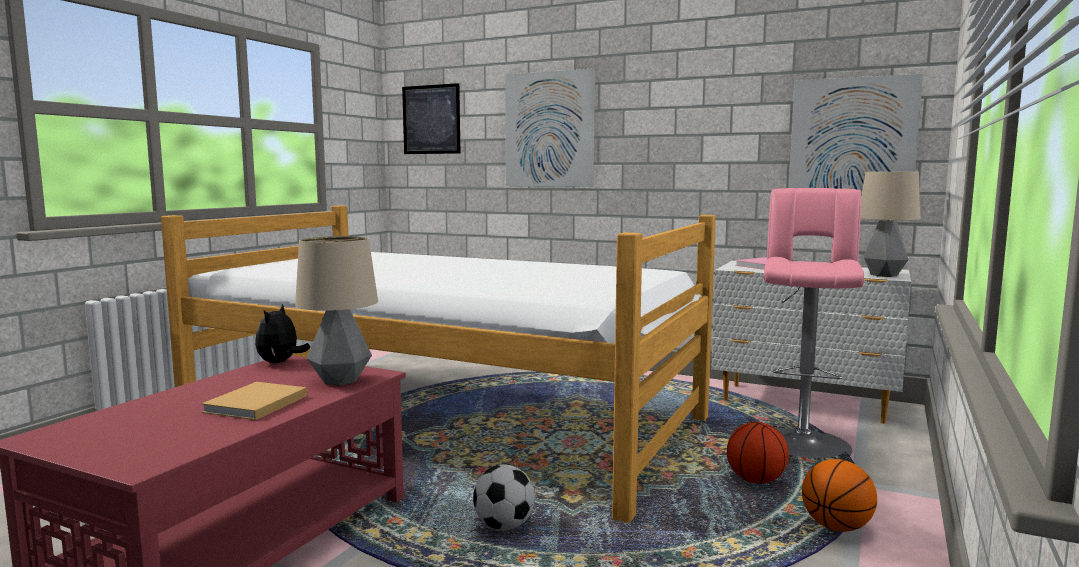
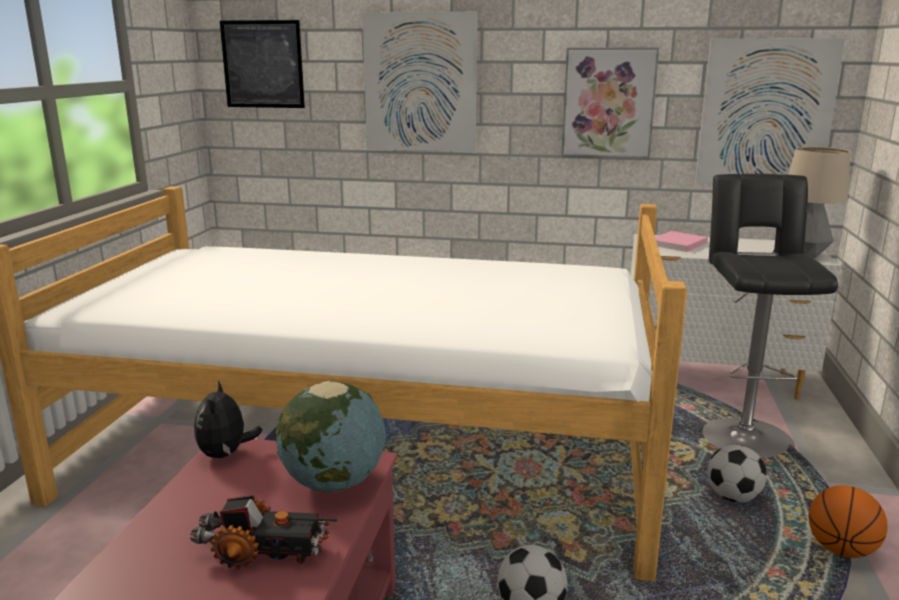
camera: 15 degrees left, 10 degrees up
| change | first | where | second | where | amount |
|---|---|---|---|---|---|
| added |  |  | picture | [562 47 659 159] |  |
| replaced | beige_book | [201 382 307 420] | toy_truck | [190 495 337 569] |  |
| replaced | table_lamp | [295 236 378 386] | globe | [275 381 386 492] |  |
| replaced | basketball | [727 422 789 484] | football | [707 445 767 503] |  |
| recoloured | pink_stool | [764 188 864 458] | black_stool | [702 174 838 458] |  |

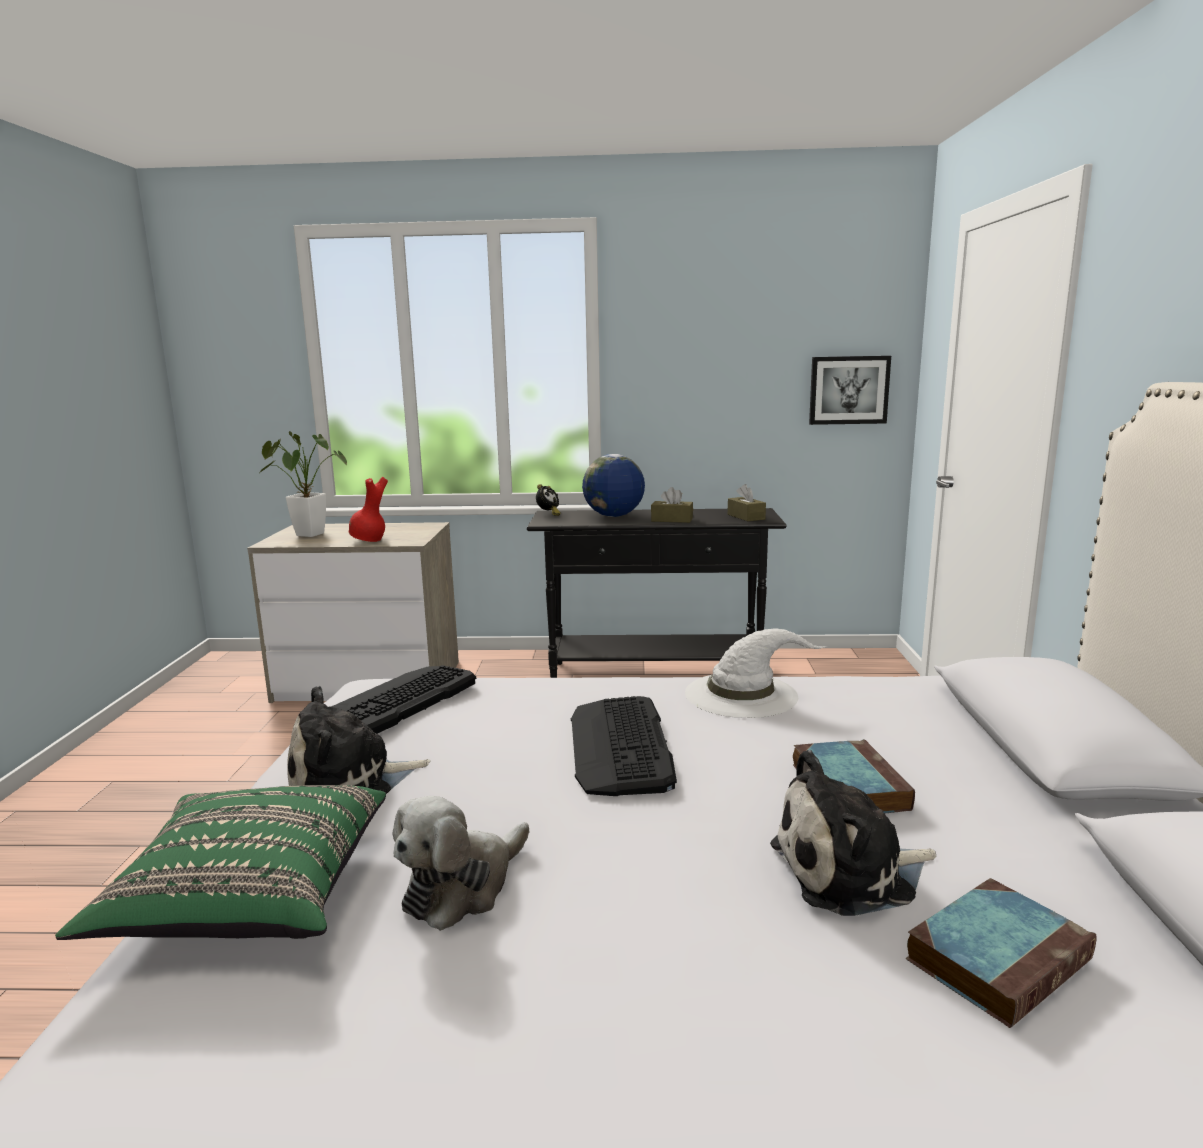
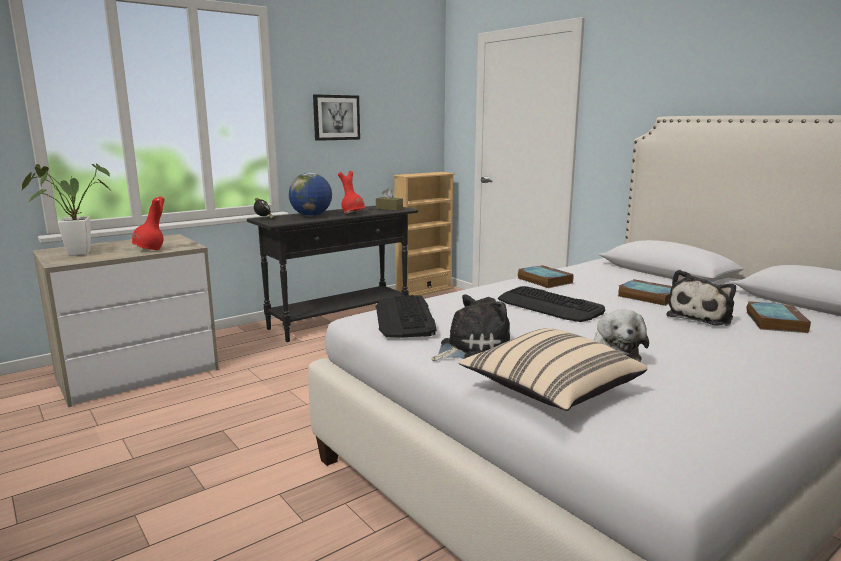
camera: 40 degrees left, 0 degrees up
| change | first | where | second | where | amount |
|---|---|---|---|---|---|
| added |  |  | beige_bookcase | [393 172 455 296] |  |
| moved | picture | [809 356 891 425] |  | [313 94 360 141] |  |
| replaced | brown_tissue_box | [651 487 693 523] | red_vase | [338 171 365 214] |  |
| replaced | white_hat | [685 628 827 718] | book | [518 265 574 288] |  |
| recoloured | green_pillow | [55 785 386 940] | beige_pillow | [459 328 647 411] |  |
| turned | plush_toy | [287 686 431 794] |  | [432 294 510 361] | 150 degrees counterclockwise |

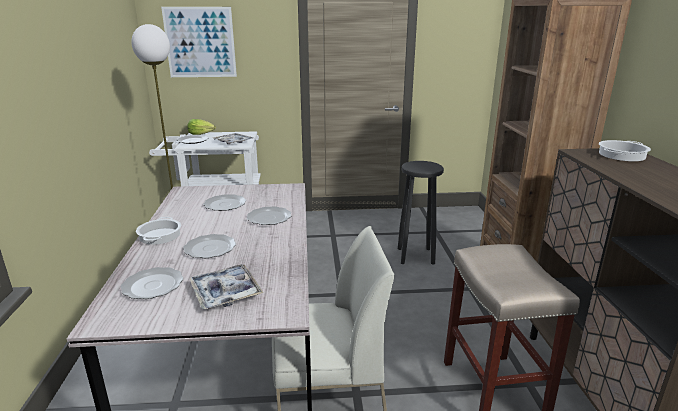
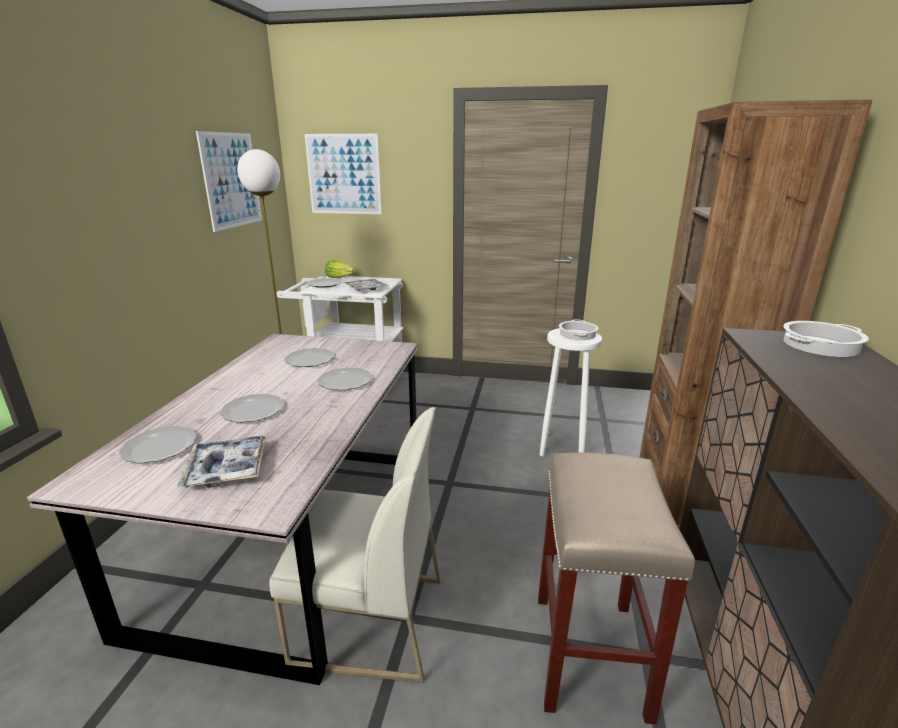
camera: 15 degrees right, 0 degrees up
| change | first | where | second | where | amount |
|---|---|---|---|---|---|
| added |  |  | picture | [196 131 262 232] |  |
| moved | cooking_pot | [136 217 181 245] |  | [559 319 598 340] |  |
| recoloured | black_stool | [398 161 444 264] | white_stool | [539 328 602 456] |  |

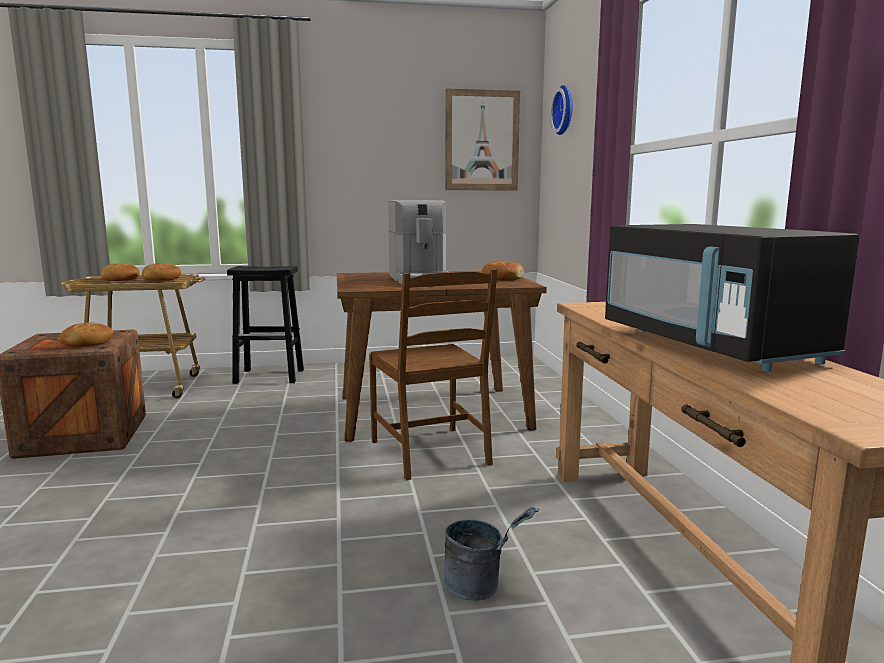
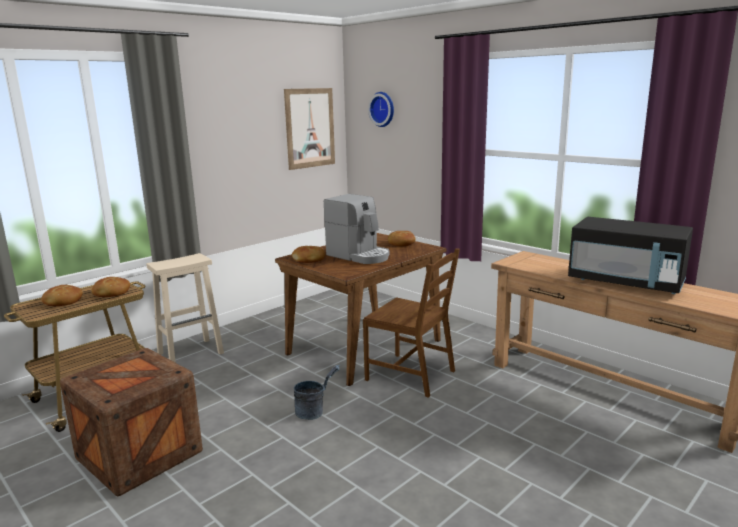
camera: 35 degrees left, 5 degrees up
| change | first | where | second | where | amount |
|---|---|---|---|---|---|
| moved | bread | [60 322 113 346] |  | [292 246 325 263] |  |
| moved | grey_bucket | [444 507 540 601] |  | [294 365 340 420] |  |
| recoloured | black_stool | [227 266 304 384] | beige_stool | [146 253 224 363] |  |

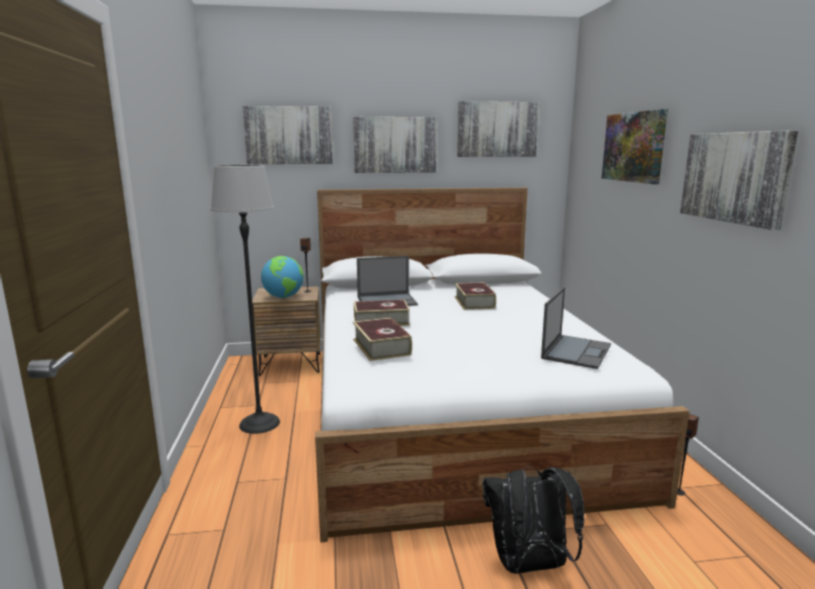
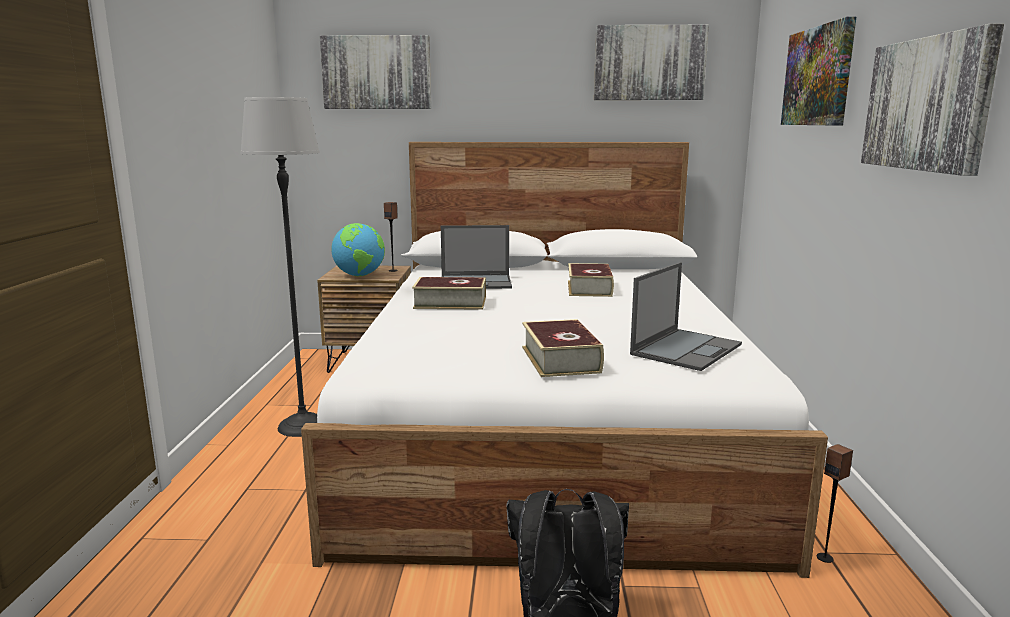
camera: 10 degrees right, 0 degrees up
| change | first | where | second | where | amount |
|---|---|---|---|---|---|
| removed | picture | [353 117 437 173] |  |  |  |
| moved | book | [353 318 412 361] |  | [522 319 604 377] |  |

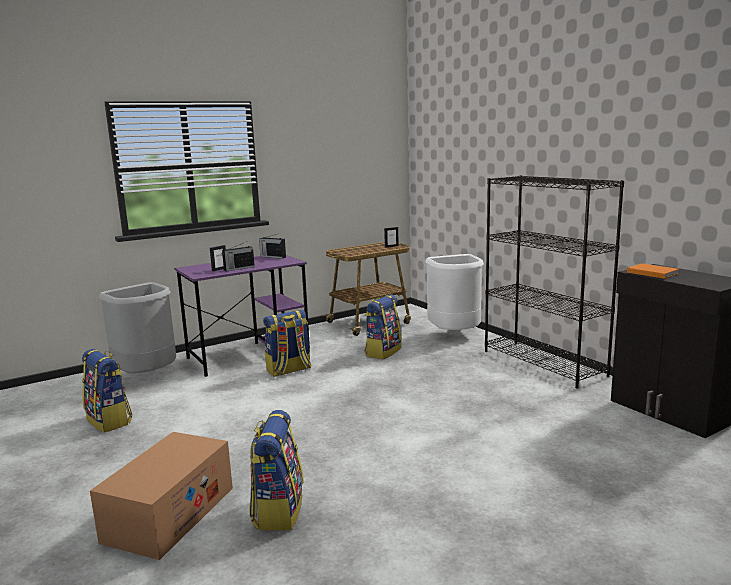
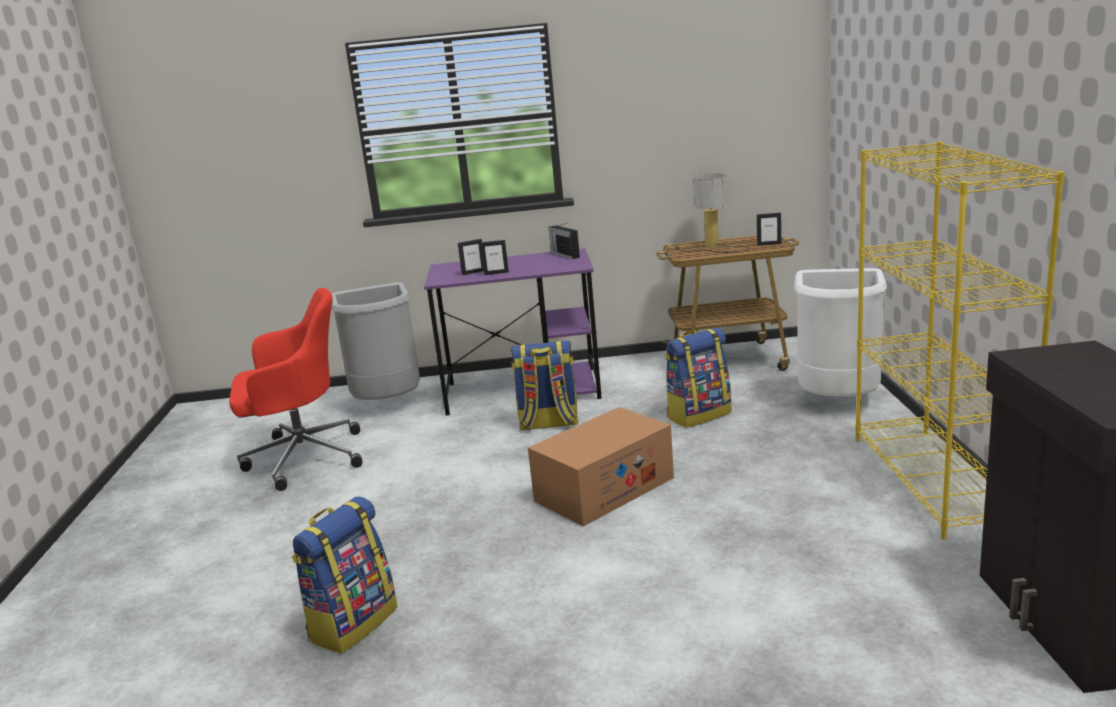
camera: 30 degrees right, 5 degrees up
| change | first | where | second | where | amount |
|---|---|---|---|---|---|
| removed | orange_book | [627 263 679 279] |  |  |  |
| added |  |  | table_lamp | [675 173 750 253] |  |
| moved | cardboard_box | [90 432 233 560] |  | [528 407 674 527] |  |
| replaced | backpack | [82 349 133 433] | red_office_chair | [229 288 362 491] |  |
| replaced | radio | [222 241 255 271] | picture_frame | [480 240 509 275] |  |
| recoloured | black_bookcase | [485 175 624 389] | yellow_bookcase | [855 142 1065 540] |  |

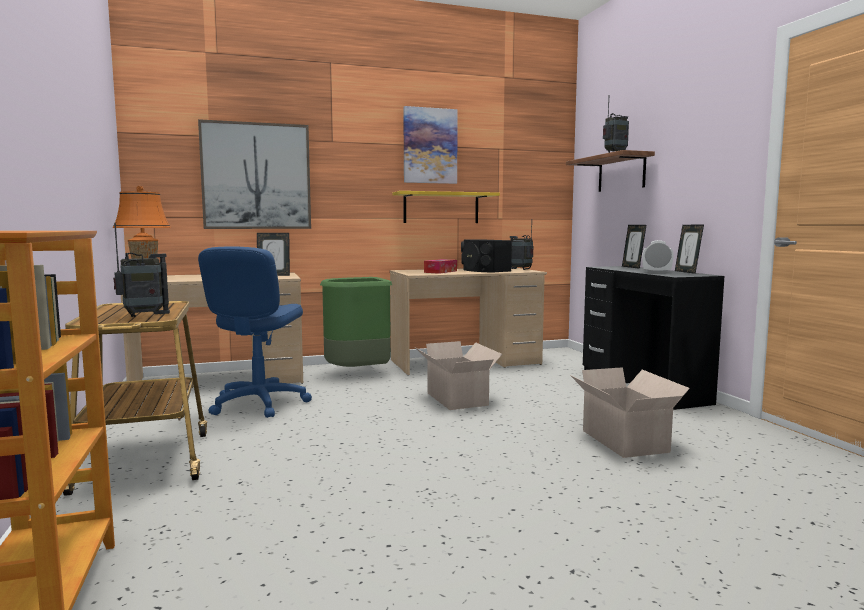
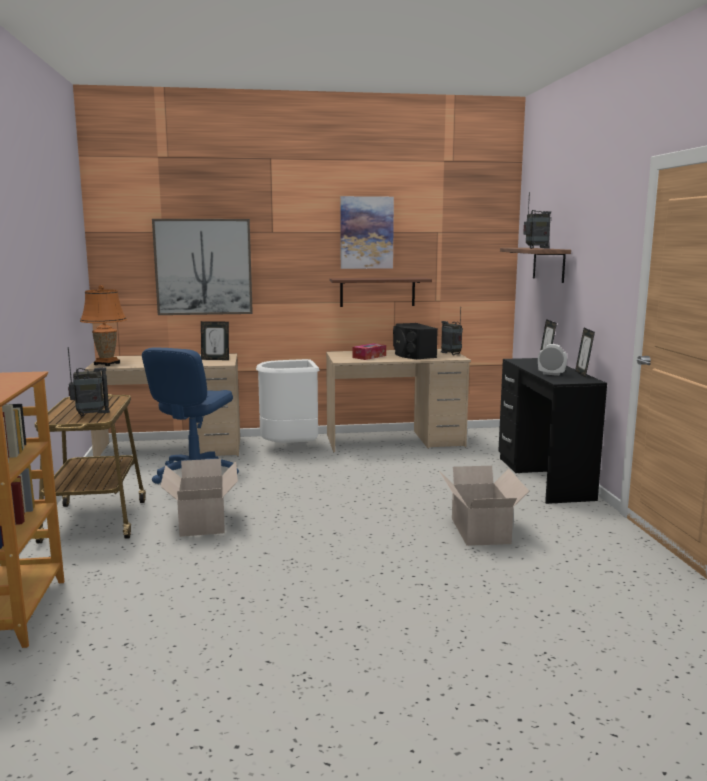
camera: 10 degrees right, 5 degrees up
| change | first | where | second | where | amount |
|---|---|---|---|---|---|
| moved | cardboard_box | [416 341 502 410] |  | [160 458 238 537] |  |
| recoloured | green_trash_can | [320 277 392 367] | white_trash_can | [256 359 320 443] |  |
| recoloured | yellow_shelf | [392 191 500 223] | brown_shelf | [329 277 432 307] |  |

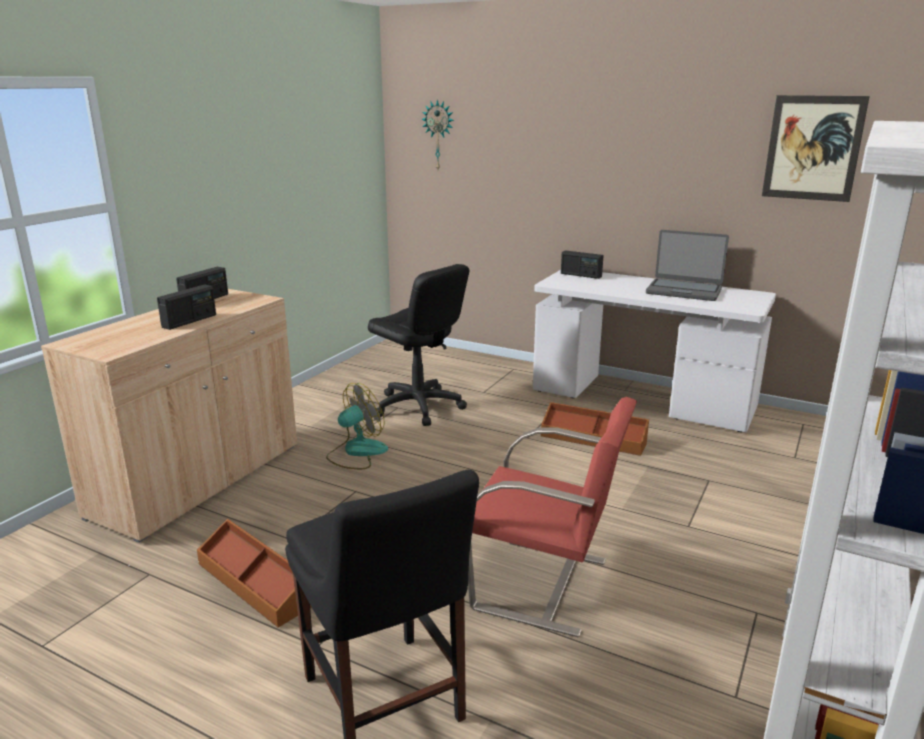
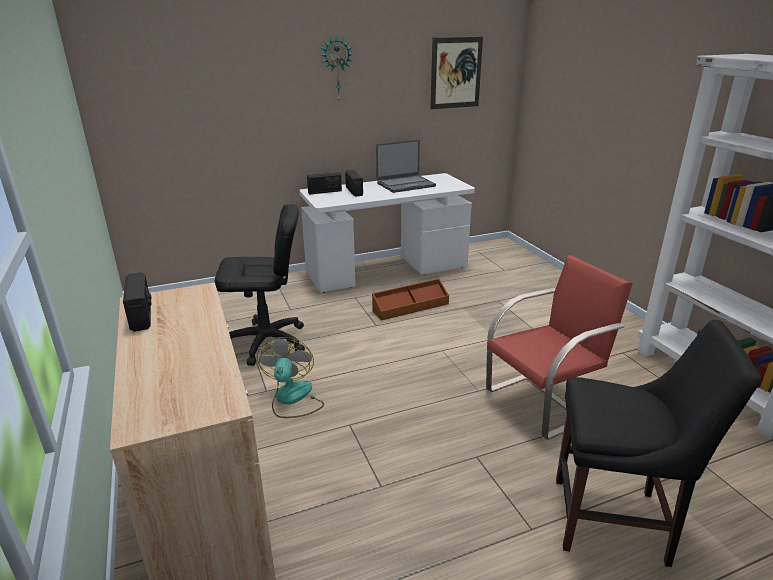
camera: 50 degrees left, 5 degrees up
| change | first | where | second | where | amount |
|---|---|---|---|---|---|
| removed | brown_storage_box | [197 519 312 628] |  |  |  |
| moved | radio | [157 284 216 330] |  | [345 170 363 197] |  |
| moved | wall_clock | [421 99 454 169] |  | [321 35 353 101] |  |

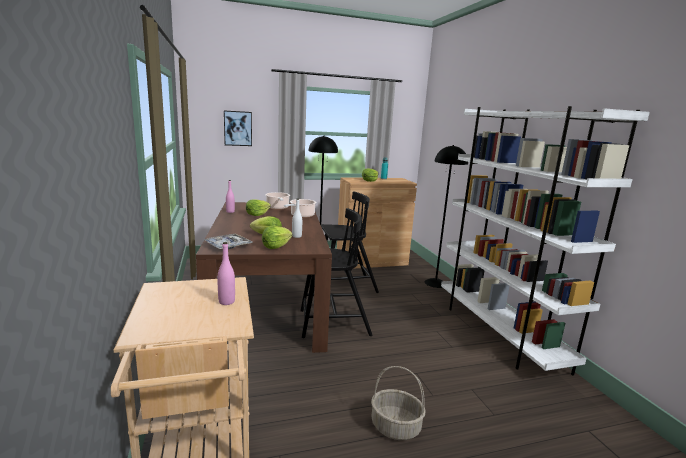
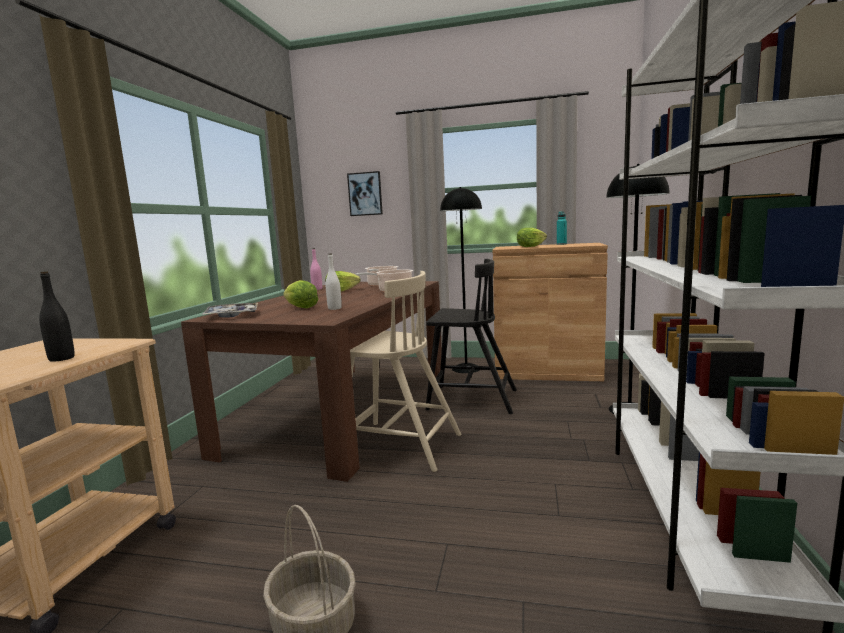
camera: 30 degrees right, 5 degrees down
| change | first | where | second | where | amount |
|---|---|---|---|---|---|
| removed | lettuce | [262 226 293 249] |  |  |  |
| recoloured | pink_bottle | [217 242 235 305] | black_bottle | [39 271 75 362] |  |
| recoloured | black_chair | [300 208 373 338] | beige_chair | [350 271 461 472] |  |

